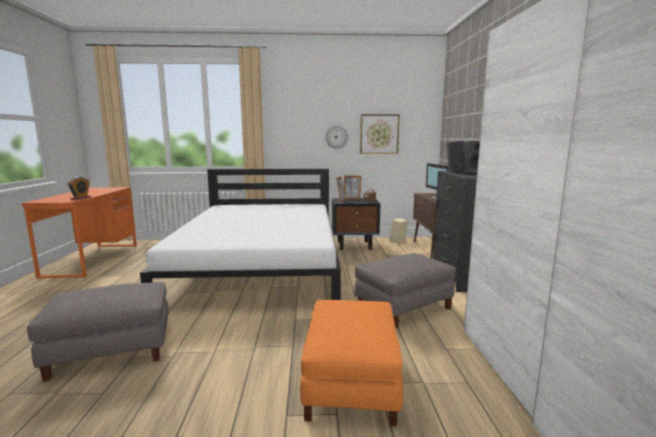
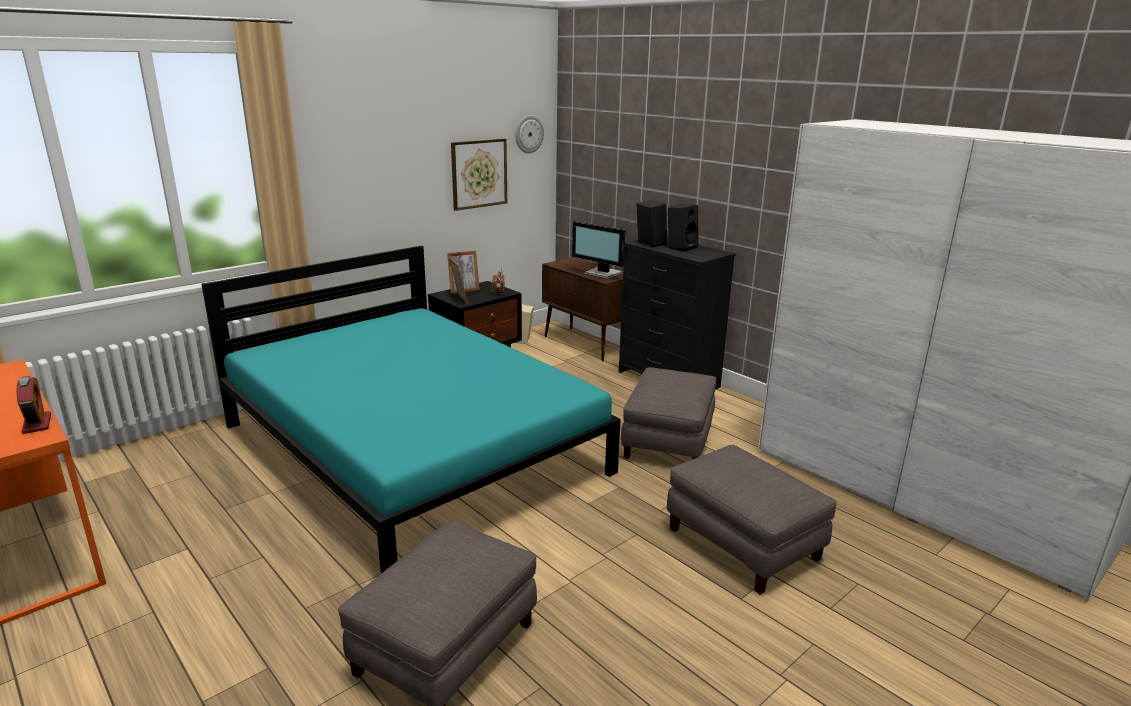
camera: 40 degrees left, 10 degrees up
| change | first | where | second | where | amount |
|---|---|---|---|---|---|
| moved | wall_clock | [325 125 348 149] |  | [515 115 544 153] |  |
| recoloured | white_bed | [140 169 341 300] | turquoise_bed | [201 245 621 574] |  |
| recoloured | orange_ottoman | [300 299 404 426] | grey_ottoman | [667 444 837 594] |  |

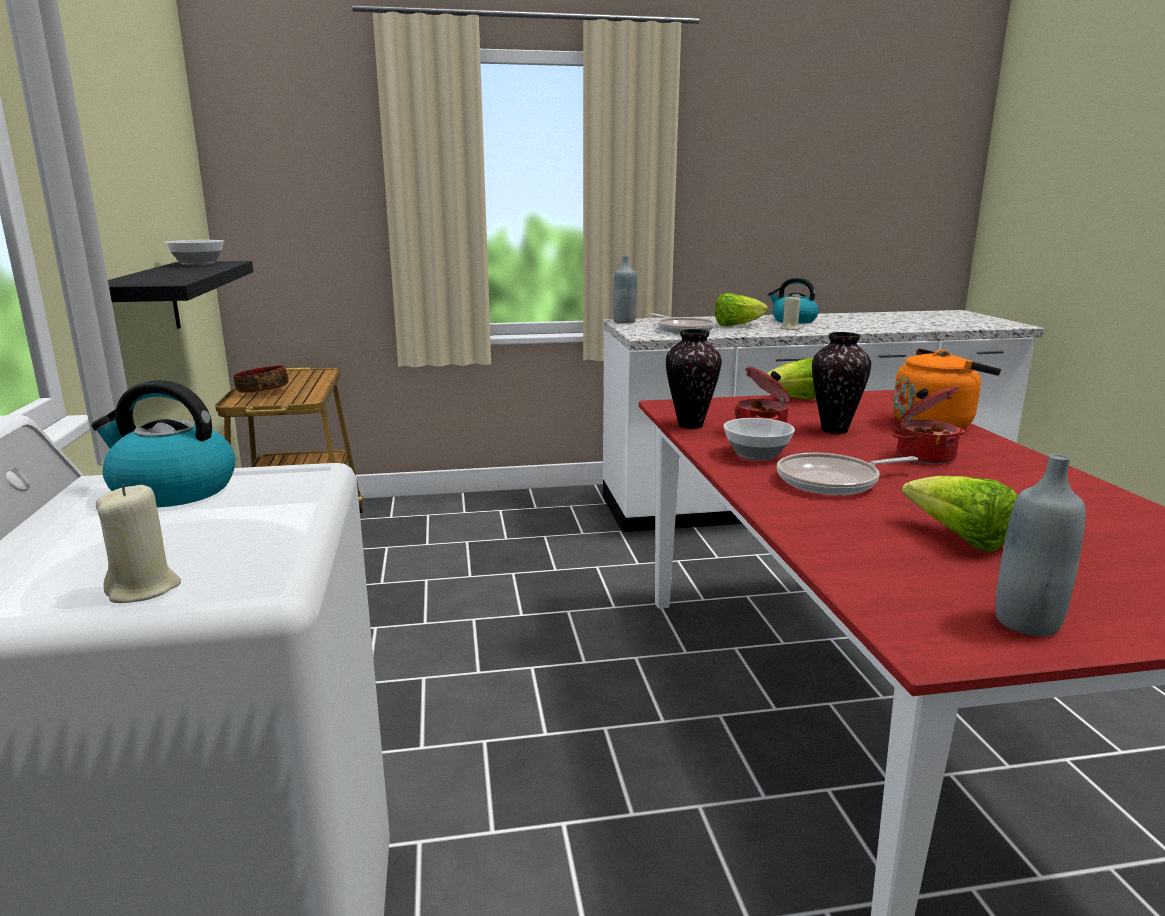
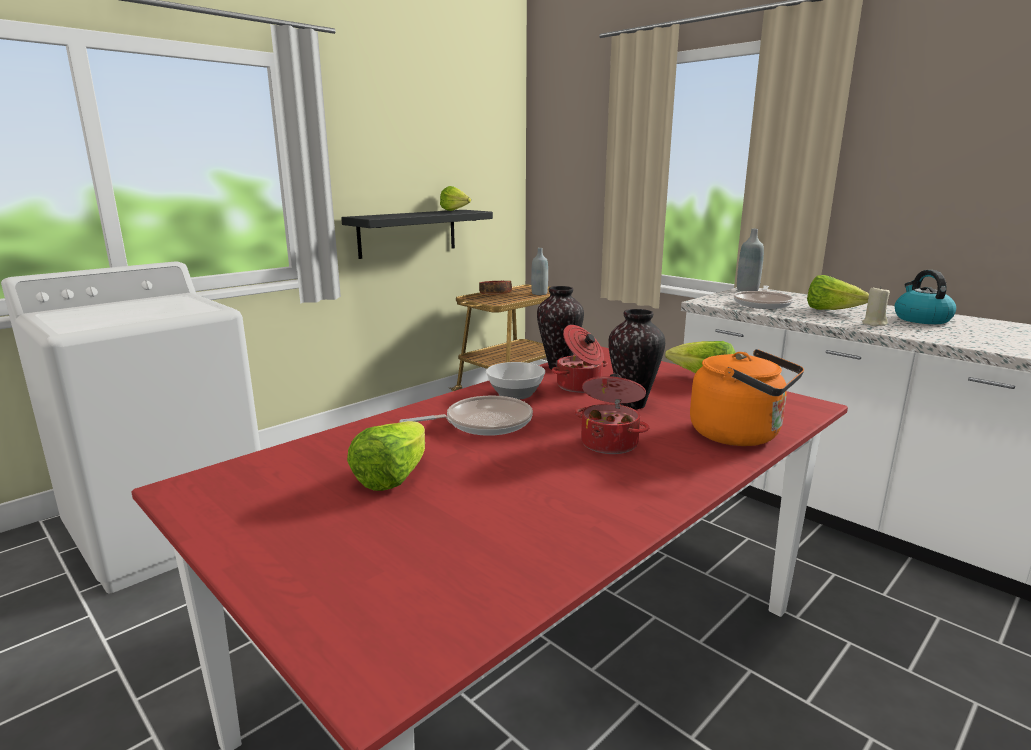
camera: 55 degrees right, 0 degrees up
| change | first | where | second | where | amount |
|---|---|---|---|---|---|
| removed | kettle | [91 380 235 507] |  |  |  |
| removed | beige_candle | [96 484 181 603] |  |  |  |
| moved | grey_bottle | [995 454 1086 637] |  | [531 248 548 295] |  |
| replaced | bowl | [165 240 224 266] | lettuce | [440 186 471 211] |  |
| turned | frying_pan | [777 453 918 495] |  | [400 396 533 436] | 120 degrees clockwise |

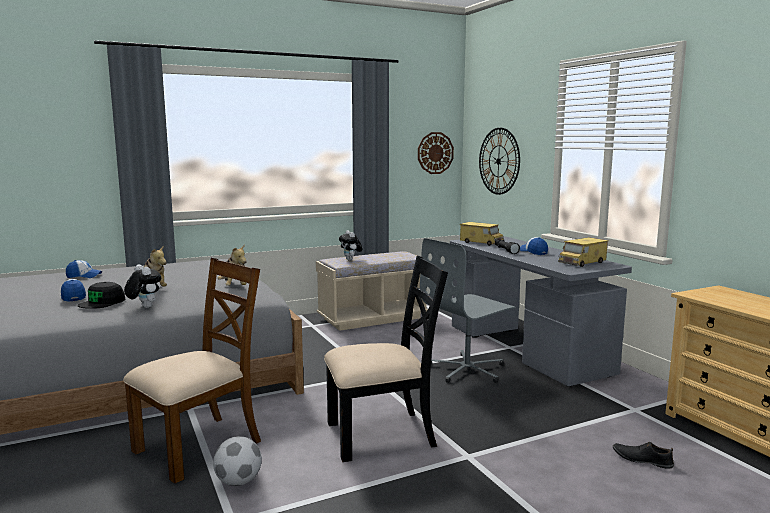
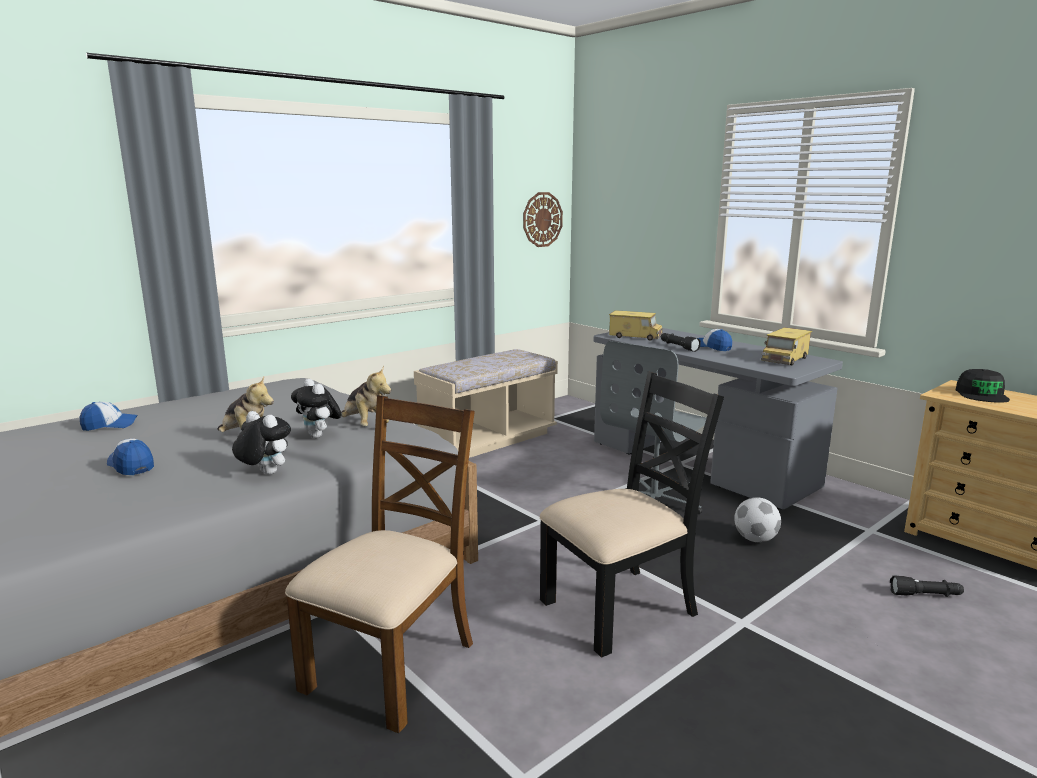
camera: 15 degrees left, 5 degrees up
| change | first | where | second | where | amount |
|---|---|---|---|---|---|
| removed | wall_clock | [479 128 520 195] |  |  |  |
| moved | black_cap | [78 282 125 309] |  | [956 369 1010 403] |  |
| moved | football | [213 436 262 486] |  | [734 497 781 542] |  |
| moved | plush_toy | [339 230 363 261] |  | [291 379 342 438] |  |
| replaced | black_shoe | [613 442 674 469] | black_flashlight | [890 575 964 597] |  |

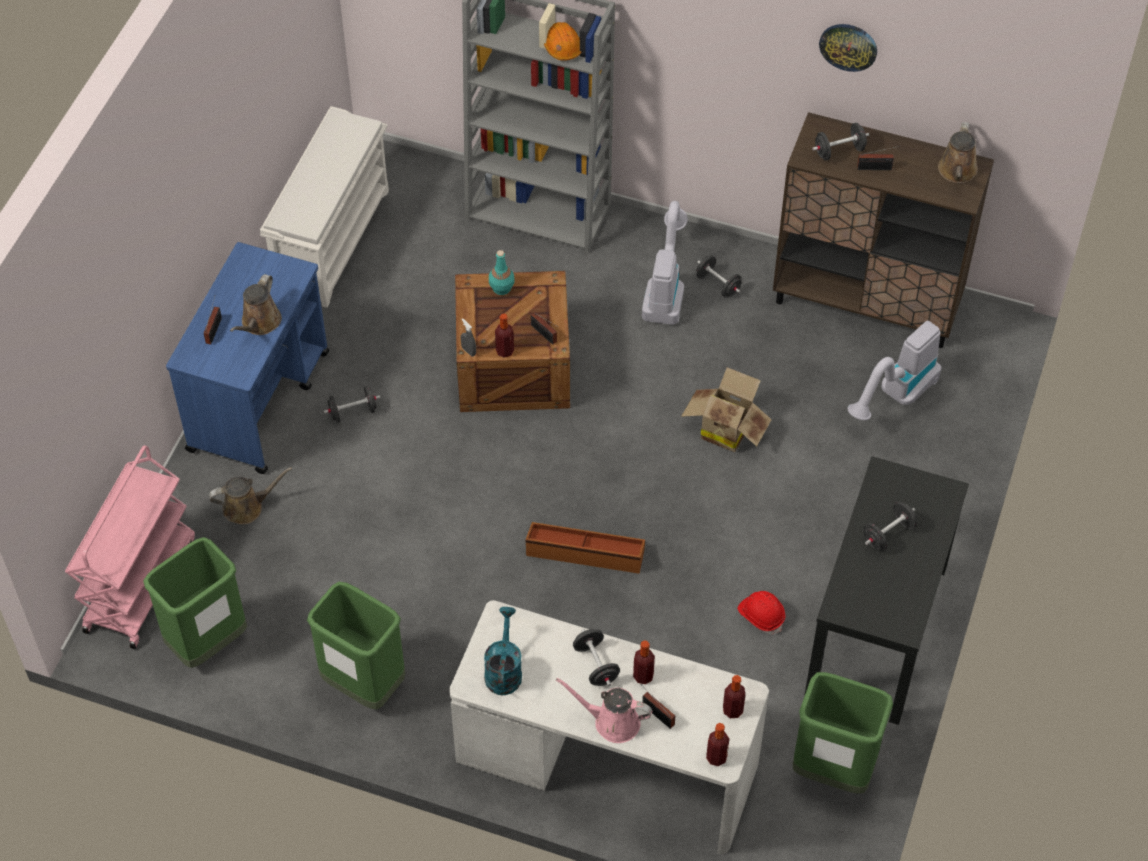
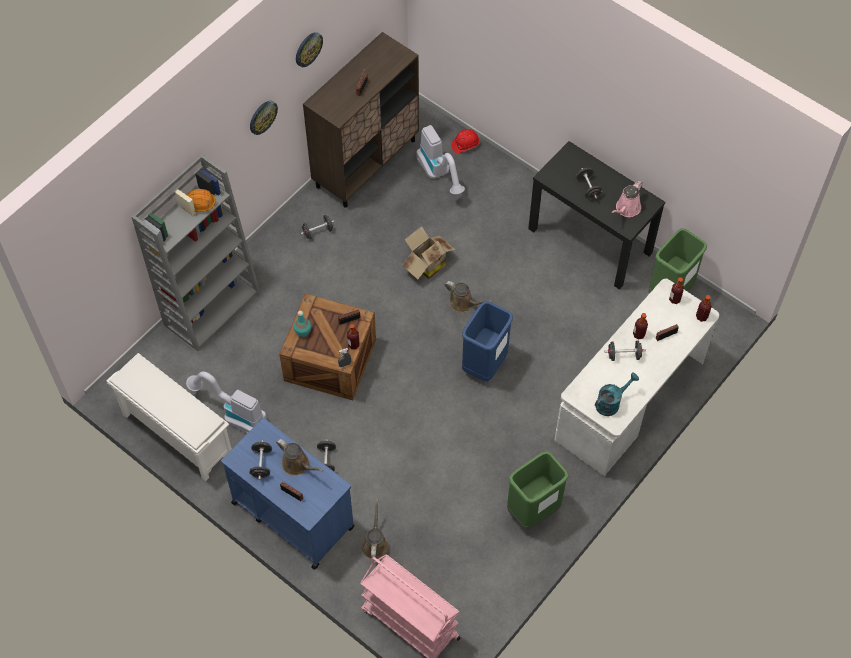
camera: 70 degrees left, 5 degrees up
| change | first | where | second | where | amount |
|---|---|---|---|---|---|
| removed | green_trash_can | [143 537 247 668] |  |  |  |
| added |  |  | wall_clock | [250 101 278 135] |  |
| moved | pink_watering_can | [556 678 652 743] |  | [612 180 643 217] |  |
| moved | vacuum_cleaner | [642 201 688 325] |  | [186 371 267 434] |  |
| moved | red_hard_hat | [738 591 785 634] |  | [451 129 480 153] |  |
| moved | black_dumbbell | [812 123 869 161] |  | [250 440 272 480] |  |
| moved | brown_watering_can | [938 122 978 183] |  | [445 281 492 313] |  |
| replaced | brown_storage_box | [526 522 645 574] | blue_trash_can | [462 301 513 382] |  |
| turned | turquoise_watering_can | [484 607 522 695] |  | [595 373 639 416] | 120 degrees clockwise |

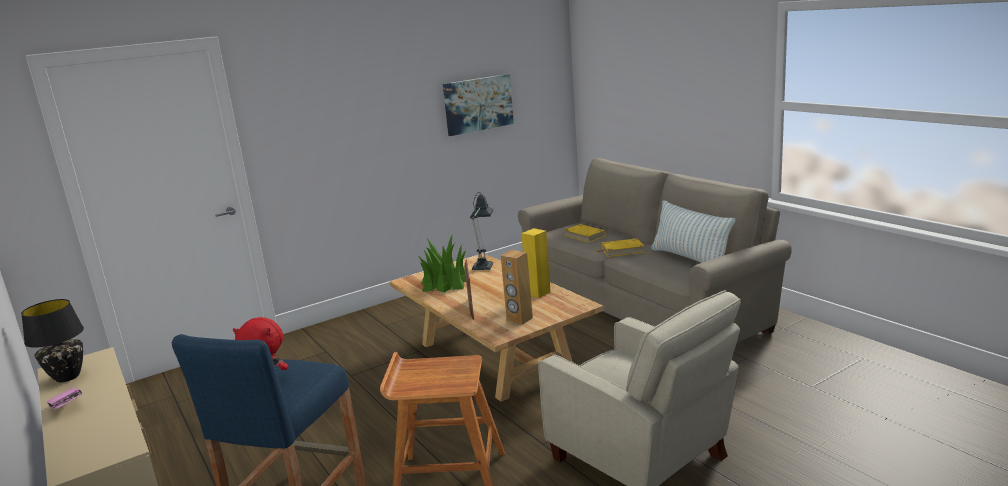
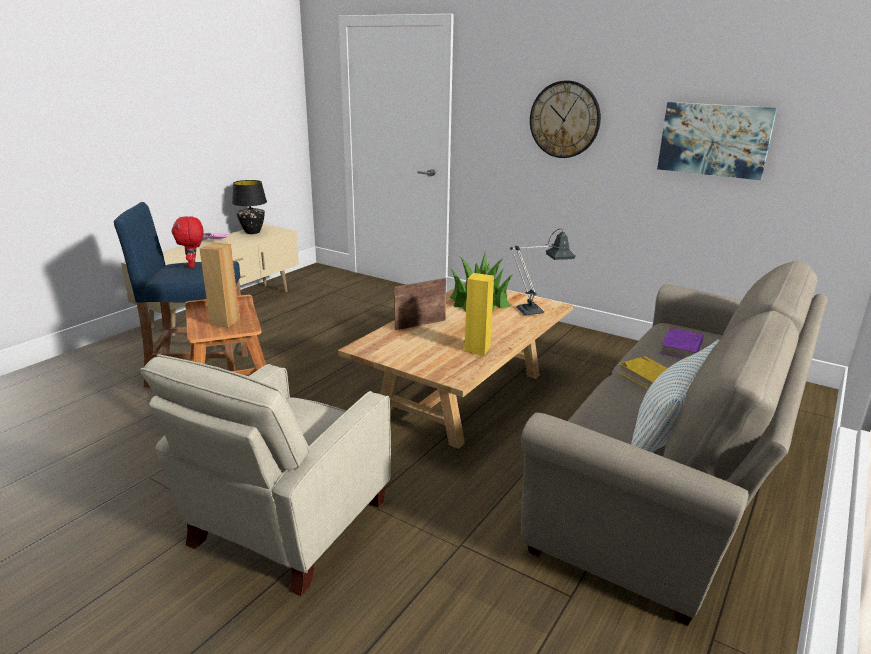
camera: 65 degrees right, 5 degrees up
| change | first | where | second | where | amount |
|---|---|---|---|---|---|
| added |  |  | wall_clock | [530 80 601 158] |  |
| moved | brown_speaker | [501 250 533 325] |  | [199 242 240 327] |  |
| recoloured | yellow_book | [564 224 605 243] | purple_book | [660 328 704 359] |  |

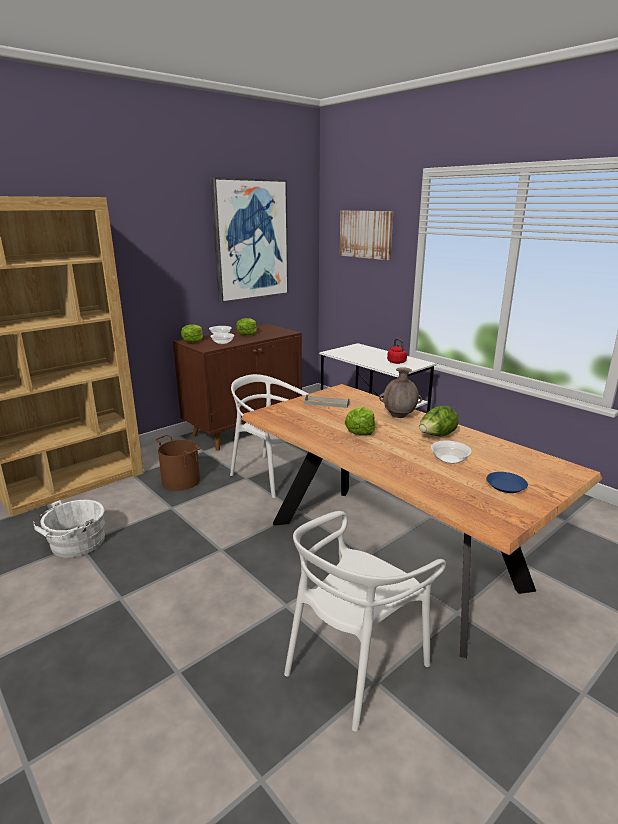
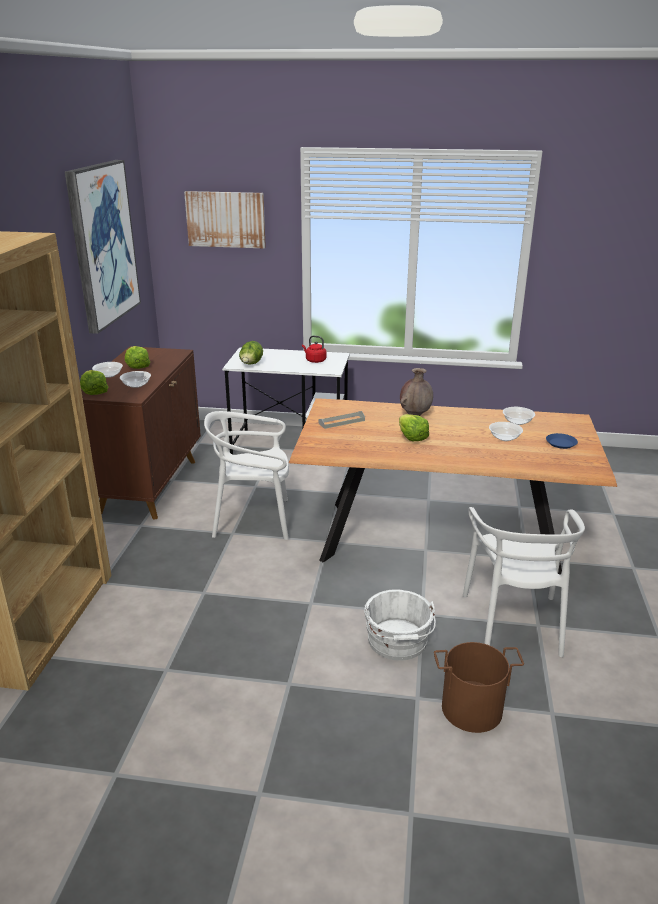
camera: 40 degrees left, 5 degrees up
| change | first | where | second | where | amount |
|---|---|---|---|---|---|
| added |  |  | bowl | [503 407 535 425] |  |
| moved | white_bucket | [33 500 105 558] |  | [364 589 436 661] |  |
| moved | brown_bucket | [155 435 201 491] |  | [434 642 524 733] |  |
| moved | lettuce | [419 406 458 437] |  | [239 341 263 364] |  |

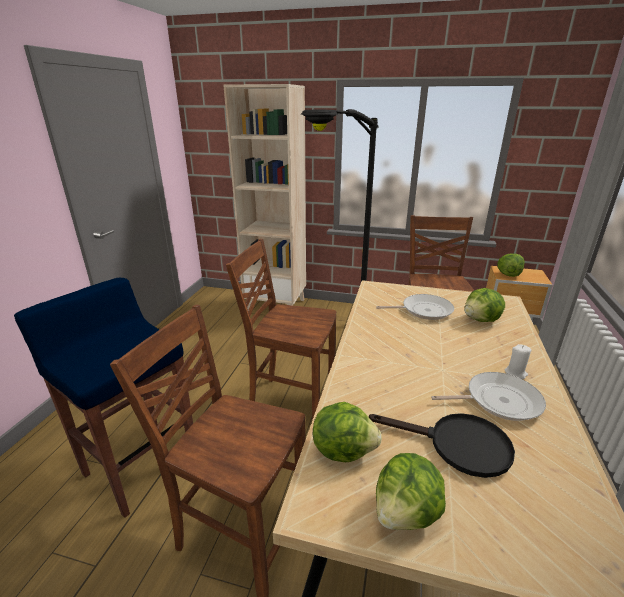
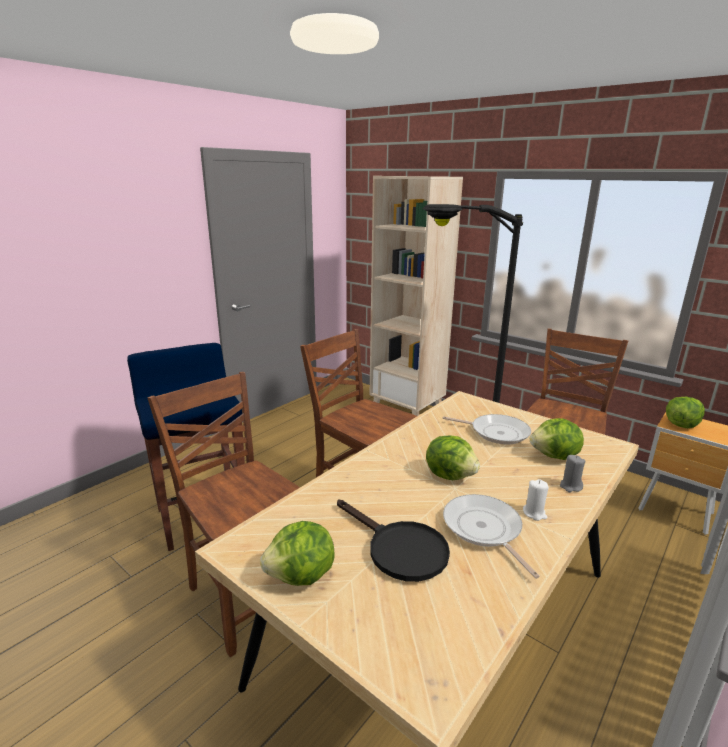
camera: 25 degrees right, 5 degrees down
| change | first | where | second | where | amount |
|---|---|---|---|---|---|
| added |  |  | grey_candle | [560 455 585 492] |  |
| moved | lettuce | [313 402 382 462] |  | [426 435 480 480] |  |
| turned | frying_pan | [431 372 546 421] |  | [443 494 540 579] | 135 degrees counterclockwise |

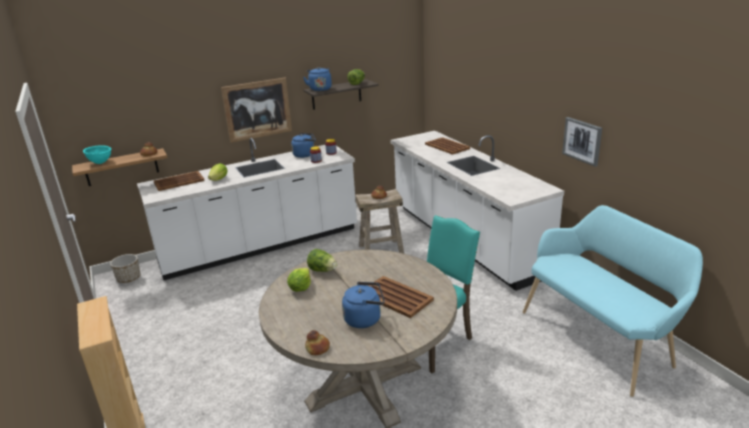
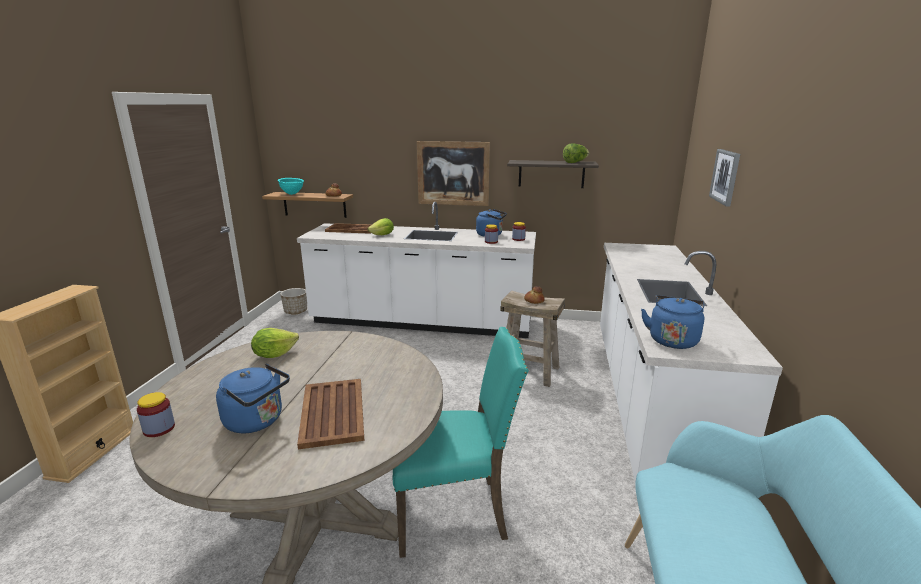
camera: 35 degrees right, 5 degrees down
| change | first | where | second | where | amount |
|---|---|---|---|---|---|
| removed | lettuce | [307 249 337 272] |  |  |  |
| removed | brown_tray | [425 137 470 155] |  |  |  |
| moved | blue_kettle | [303 67 332 91] |  | [641 295 705 349] |  |
| moved | picture | [562 117 602 167] |  | [709 149 740 207] |  |
| replaced | bread | [305 330 330 355] | jar | [137 392 175 437] |  |

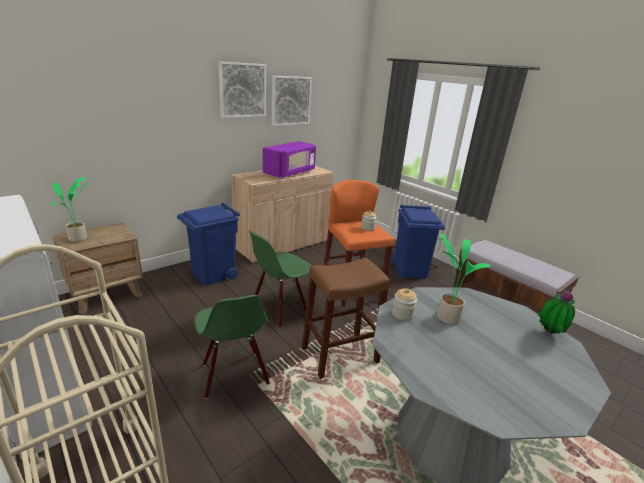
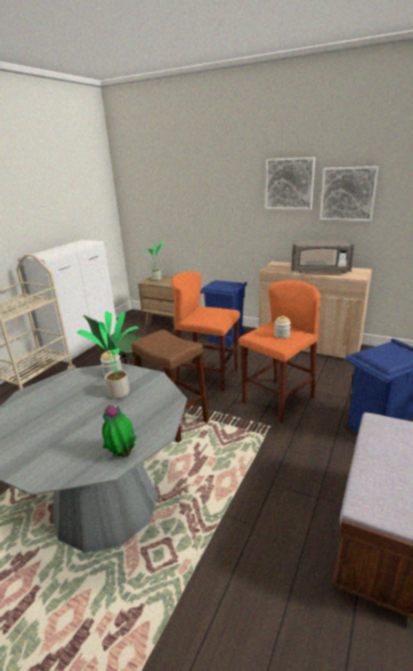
camera: 70 degrees right, 0 degrees up
| change | first | where | second | where | amount |
|---|---|---|---|---|---|
| replaced | green_chair | [249 231 312 328] | orange_stool | [171 271 240 392] |  |
| recoloured | purple_microwave | [263 141 316 178] | grey_microwave | [291 240 354 273] |  |

